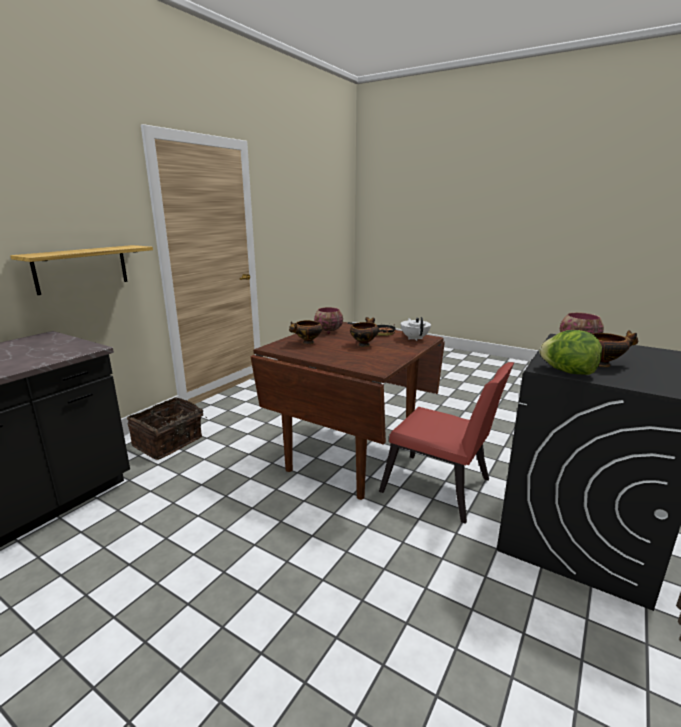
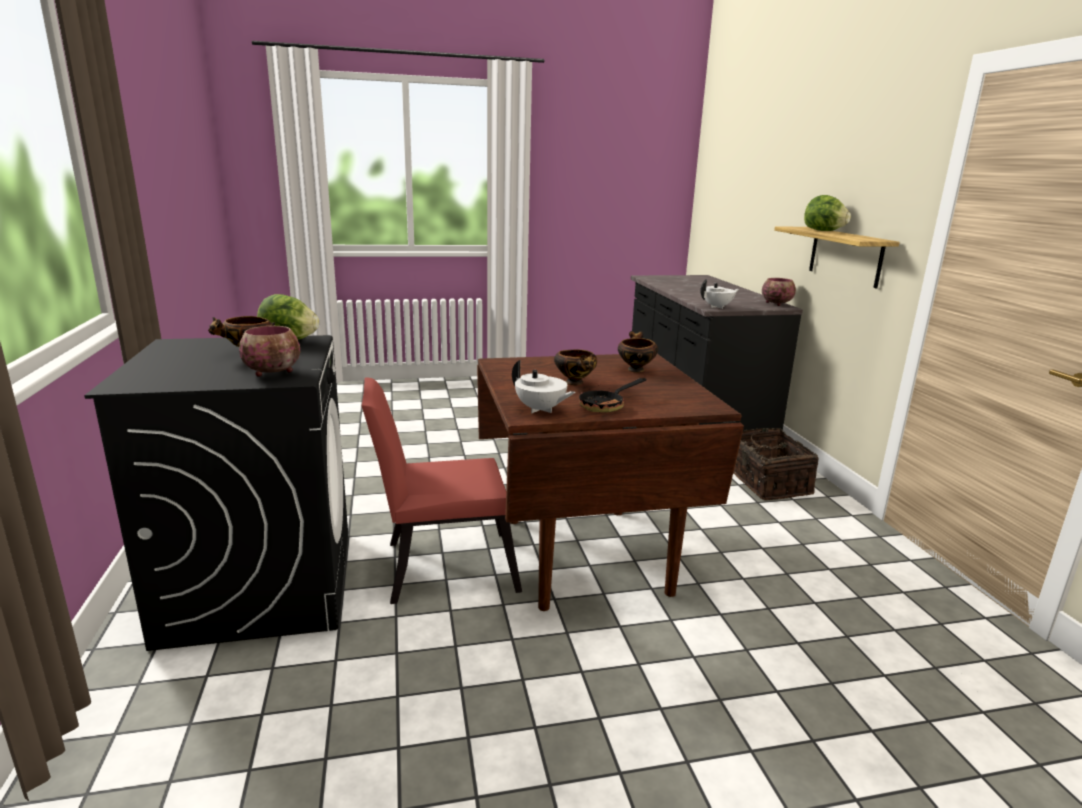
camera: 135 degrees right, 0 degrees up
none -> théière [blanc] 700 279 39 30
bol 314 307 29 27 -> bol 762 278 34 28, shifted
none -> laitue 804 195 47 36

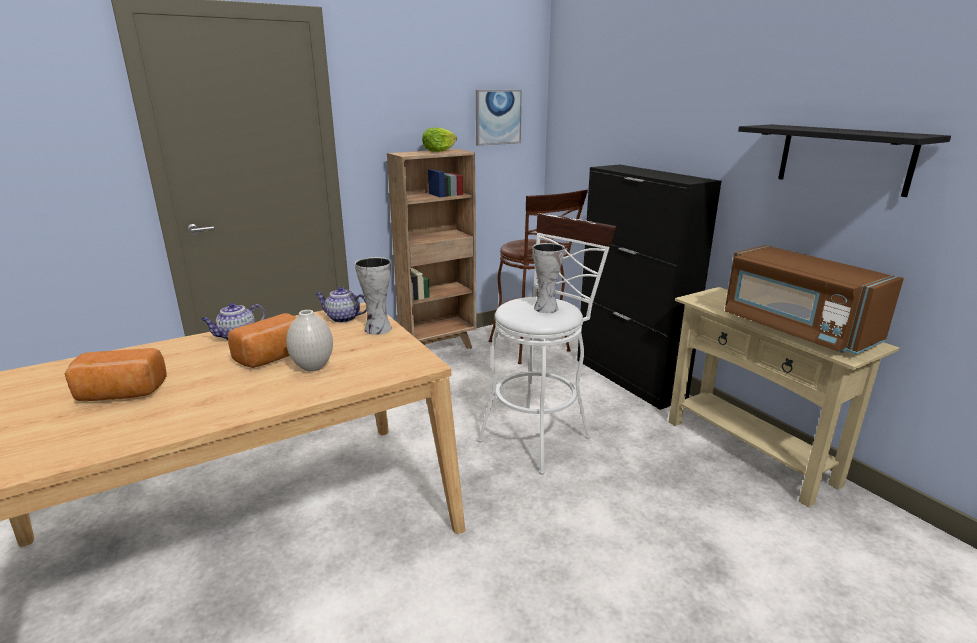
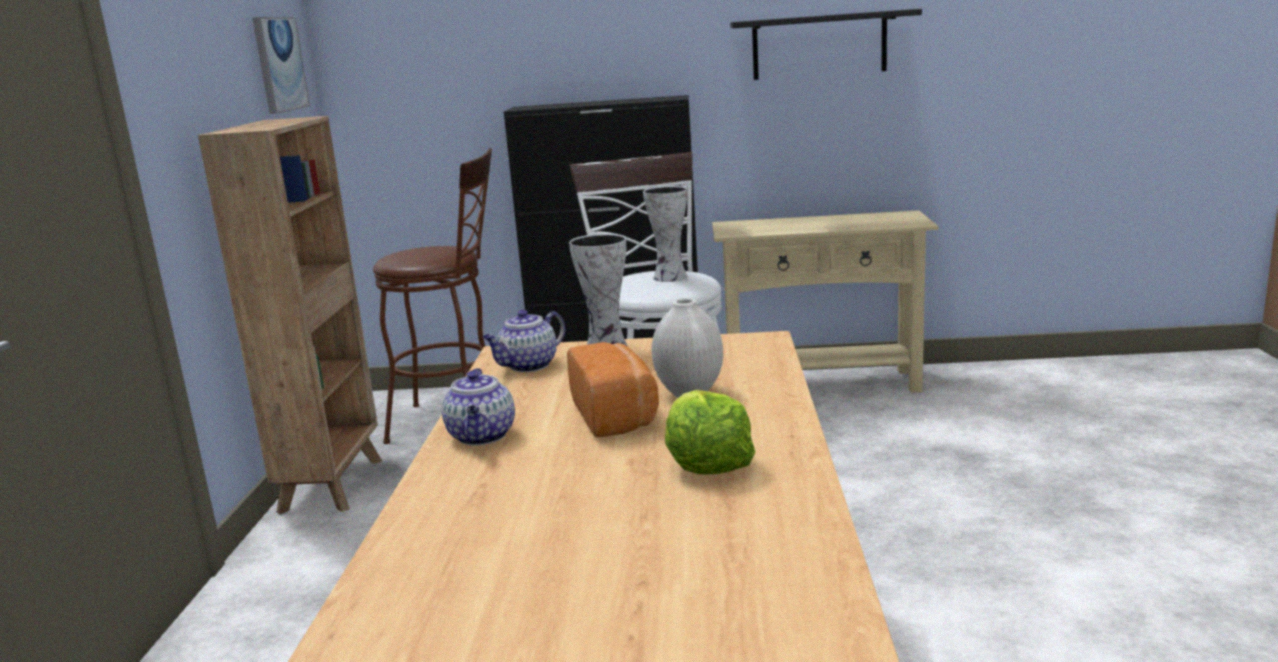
camera: 55 degrees left, 5 degrees down
laitue 422 128 35 24 -> laitue 665 390 90 85, shifted
pain 65 348 101 53 -> none
micro-ondes [marron] 725 245 179 110 -> none

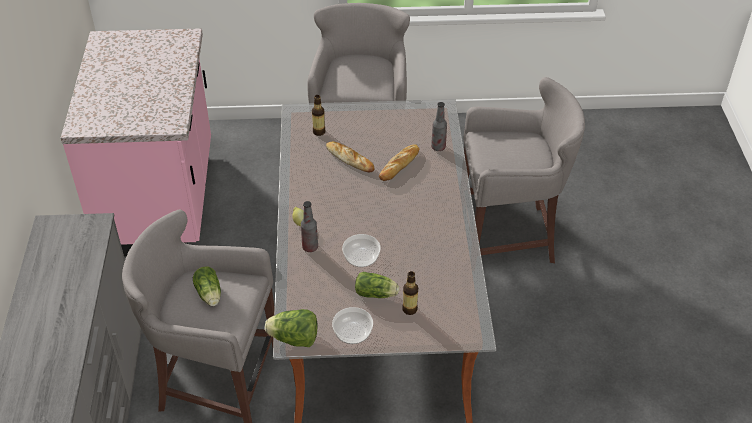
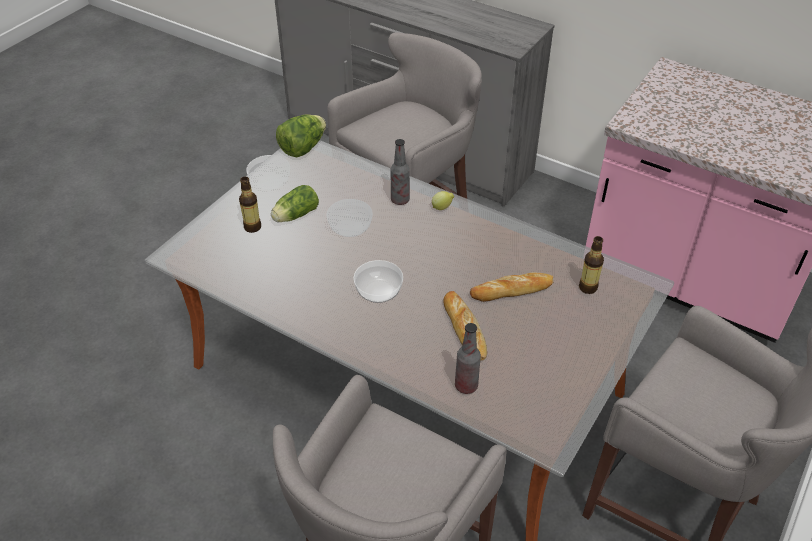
camera: 125 degrees right, 0 degrees up
none -> bol 353 260 50 43
laitue 193 267 28 39 -> none

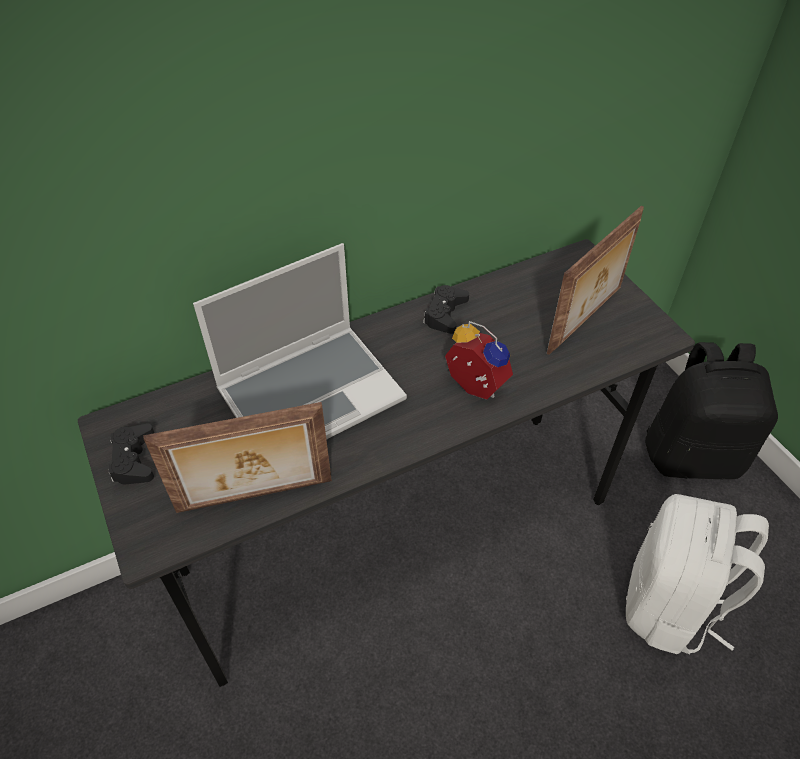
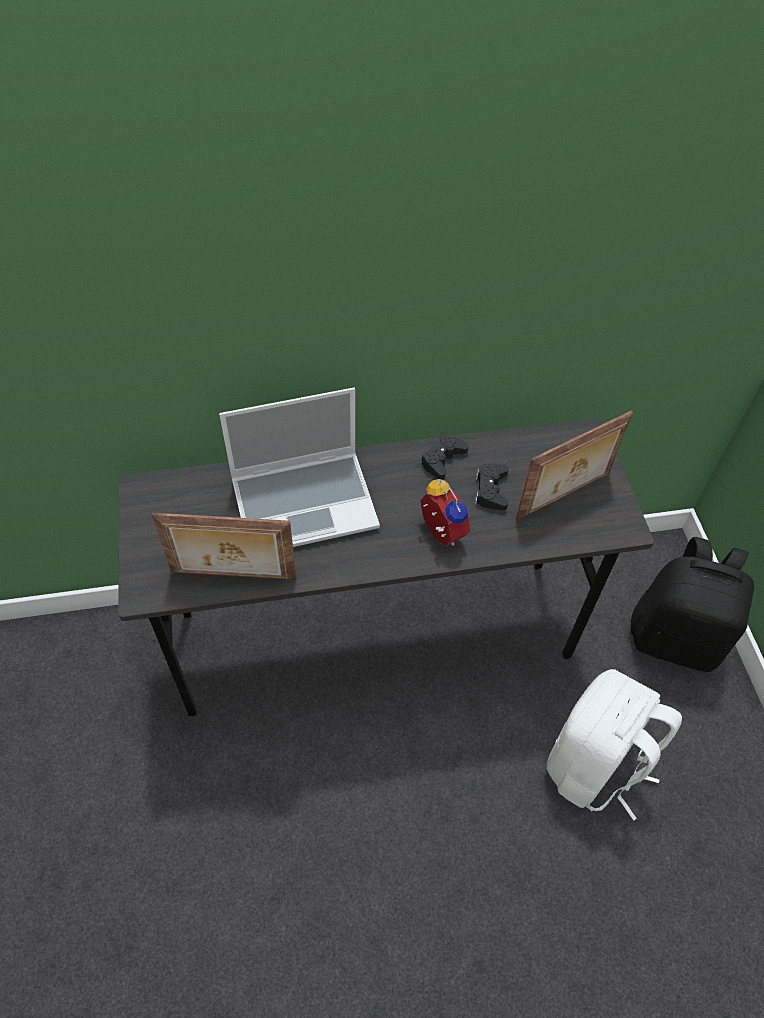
camera: 15 degrees right, 5 degrees up
manette [noir] 109 423 45 61 -> manette [noir] 475 464 34 46, shifted

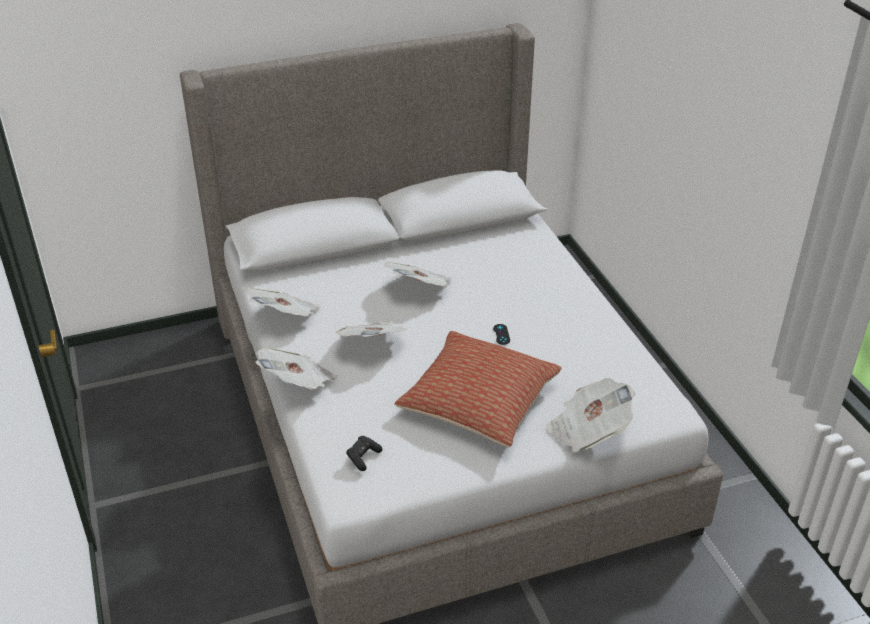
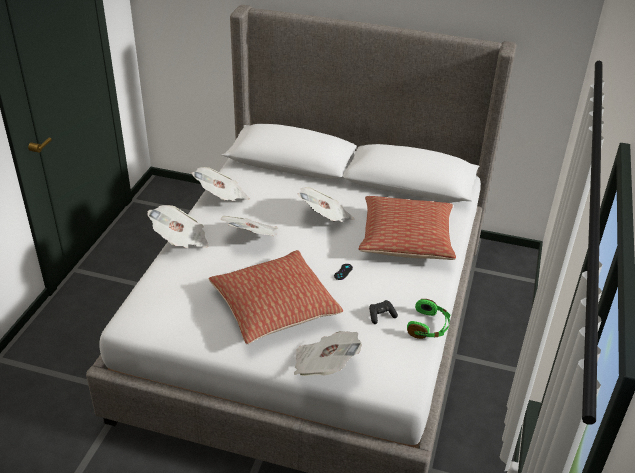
camera: 35 degrees right, 0 degrees up
none -> coussin 359 196 97 64
manette [noir] 346 436 36 35 -> manette [noir] 369 300 29 24, shifted
none -> casque audio [vert] 407 299 43 40

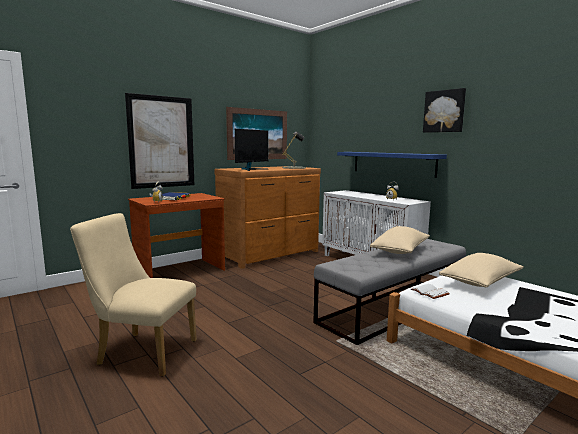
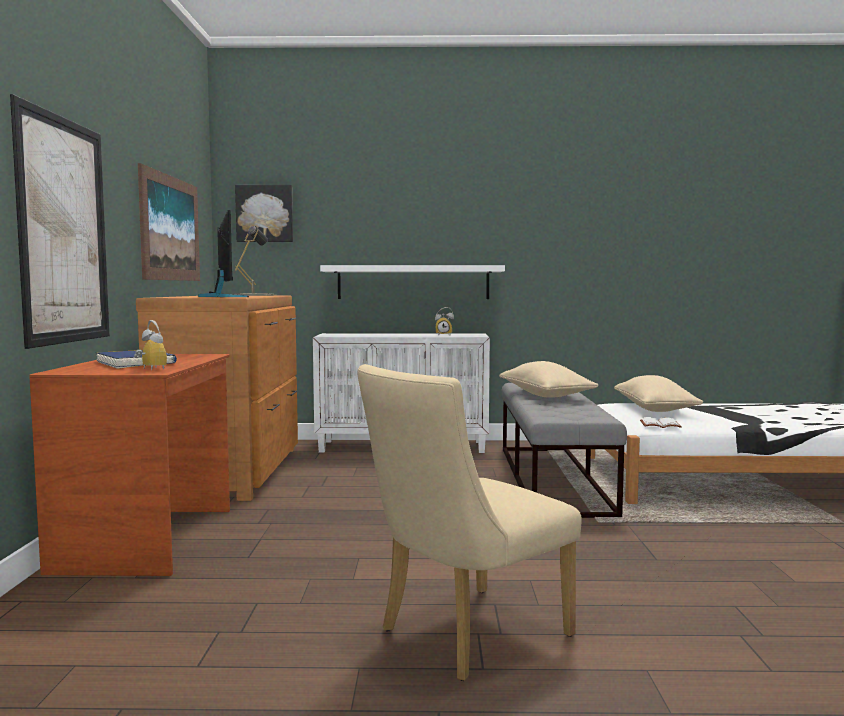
camera: 50 degrees left, 5 degrees down
tableau 423 88 43 44 -> tableau 235 185 58 57, shifted
étagère [bleu] 337 152 110 26 -> étagère [blanc] 320 265 185 34

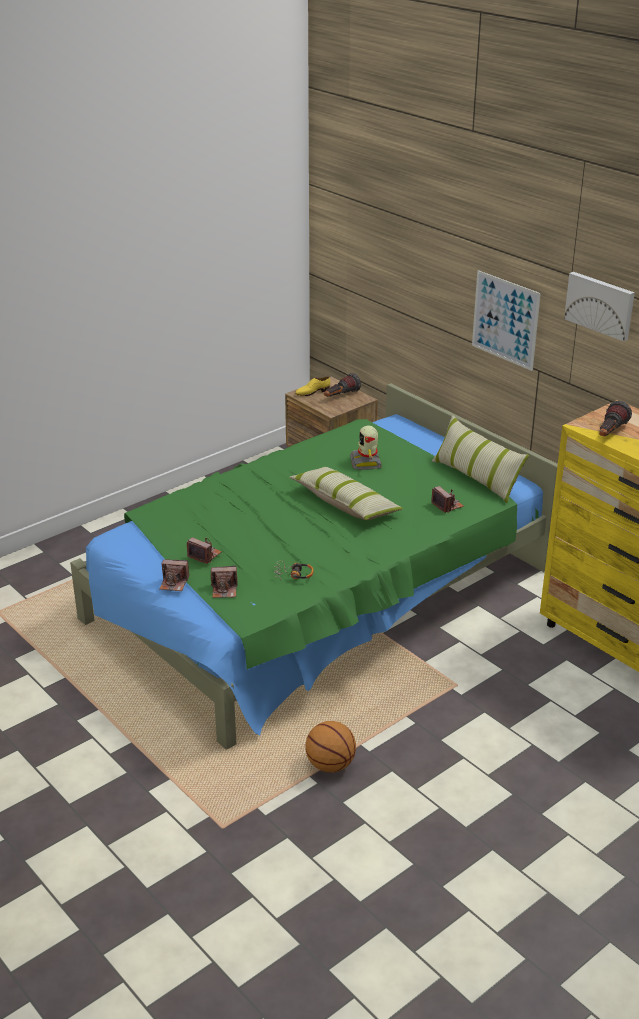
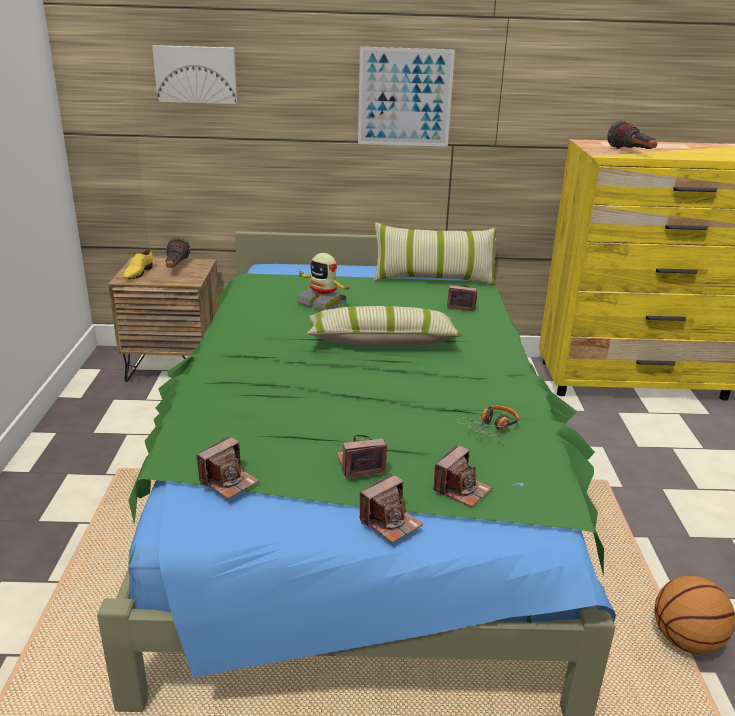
camera: 50 degrees left, 5 degrees down
tableau 564 272 71 69 -> tableau 152 45 85 59, shifted
none -> appareil photo 196 436 63 63

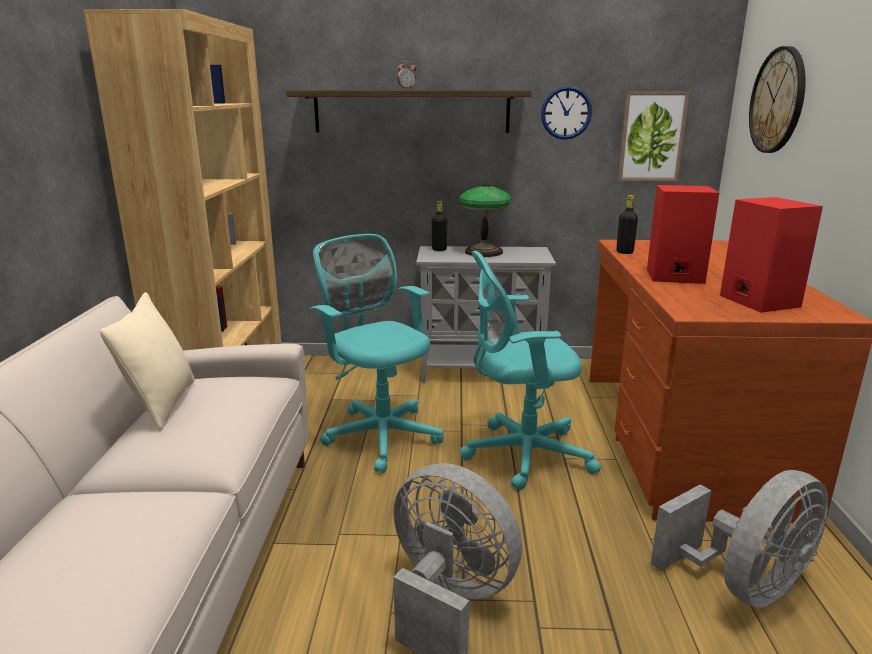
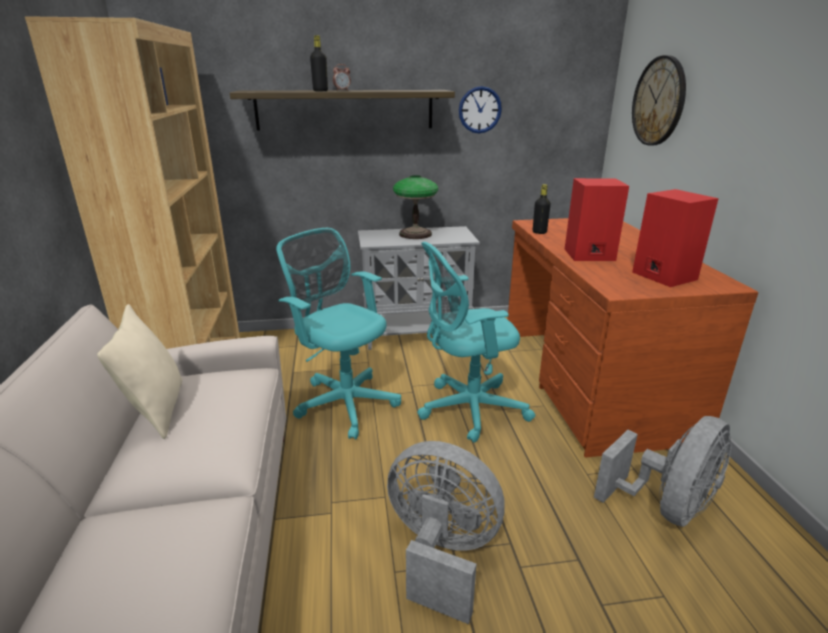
camera: 10 degrees left, 5 degrees up
bouteille [noir] 432 201 15 50 -> bouteille [noir] 310 35 18 56, shifted
tableau 618 91 71 90 -> none

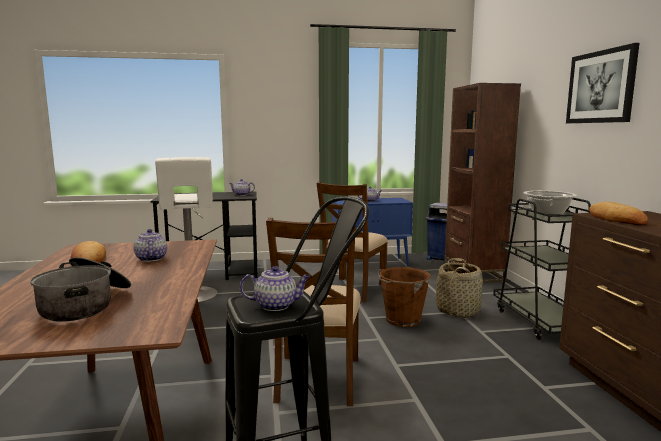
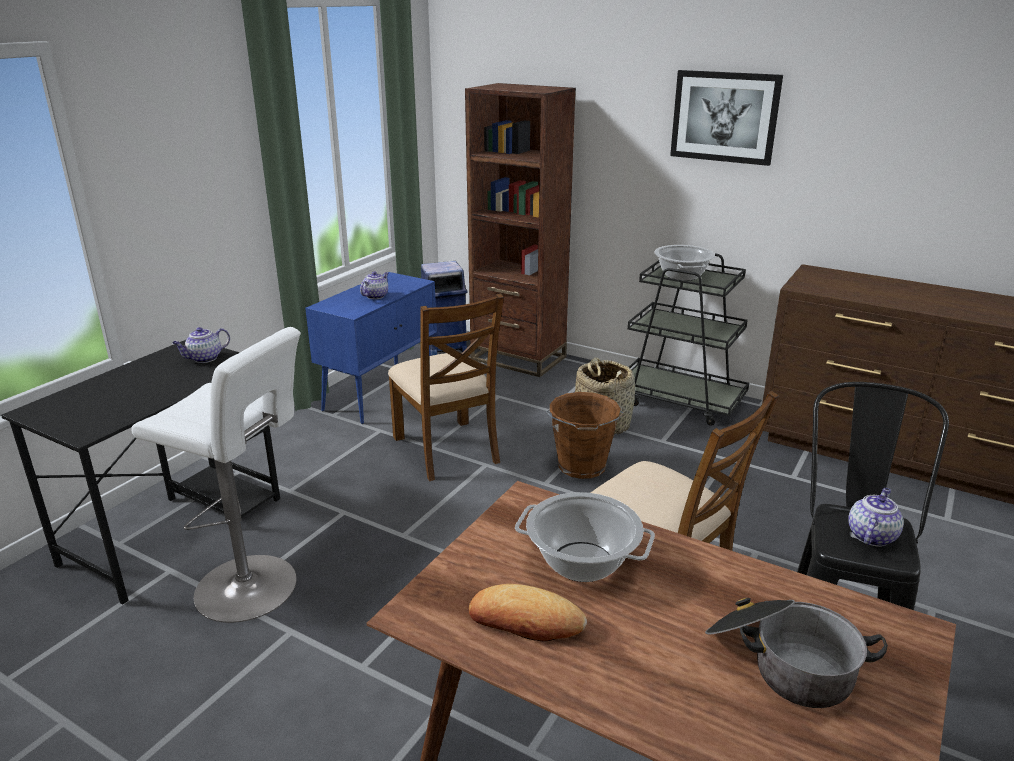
camera: 50 degrees left, 15 degrees up
théière 134 229 33 33 -> marmite 515 492 140 90
pain 589 202 59 23 -> none

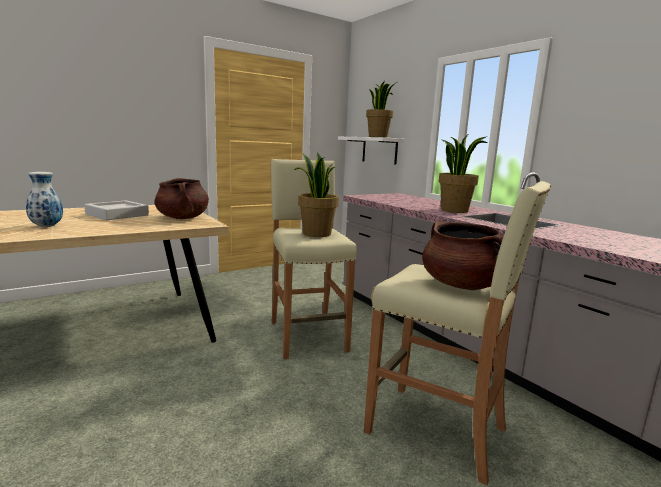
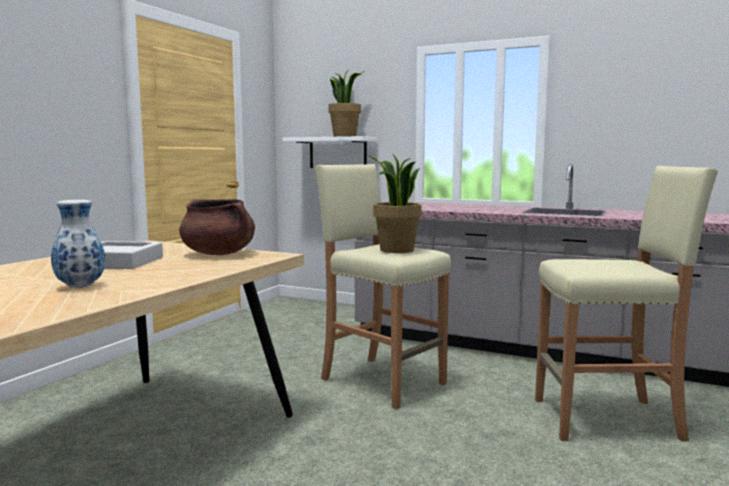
camera: 30 degrees left, 5 degrees down
marmite [marron] 422 221 82 69 -> none
plante en pot 439 135 48 78 -> none

